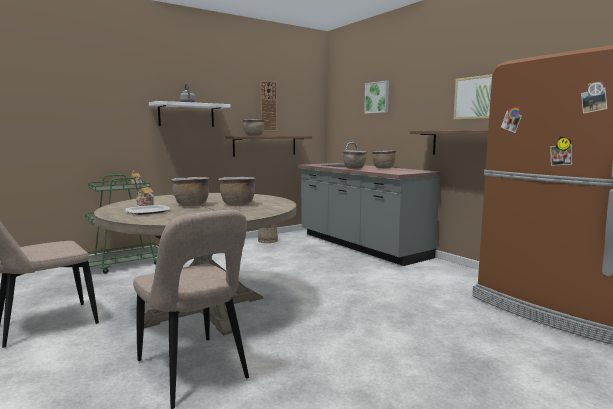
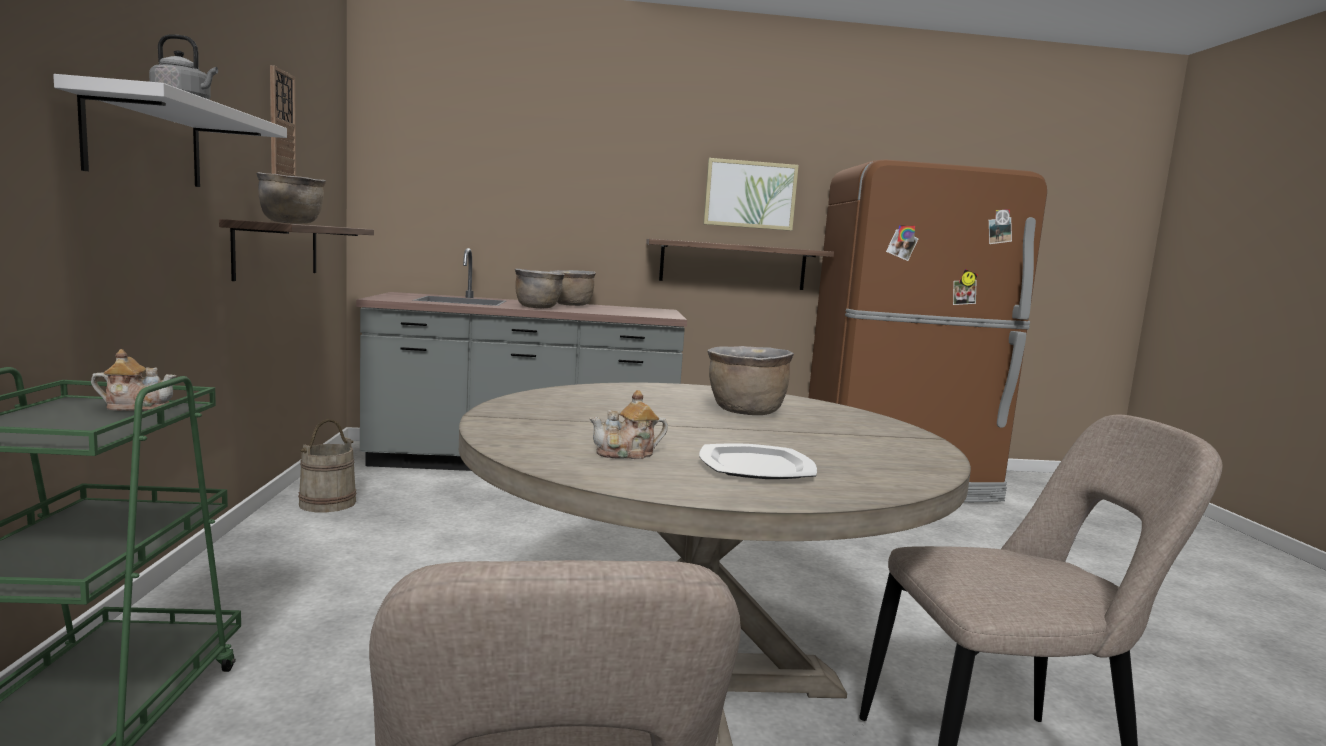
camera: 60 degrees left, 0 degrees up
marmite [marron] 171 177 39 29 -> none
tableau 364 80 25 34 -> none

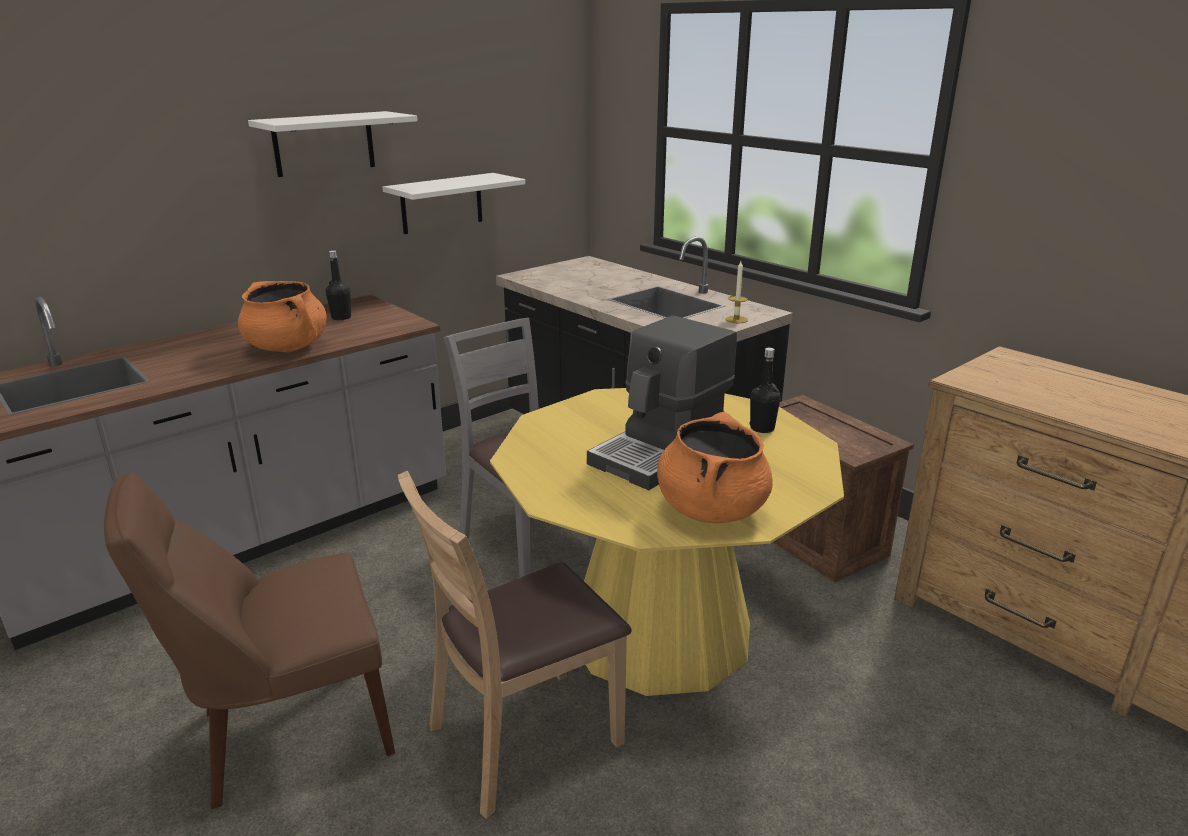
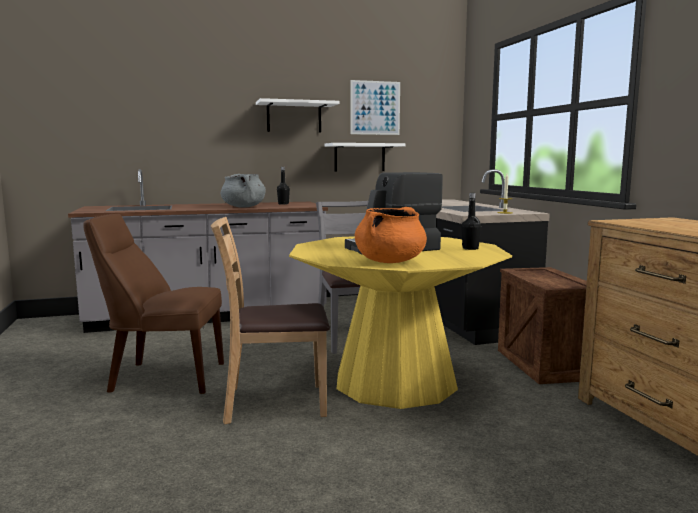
camera: 25 degrees right, 15 degrees down
marmite [orange] 238 281 89 71 -> marmite [gris] 220 174 46 34
none -> tableau 351 80 49 55

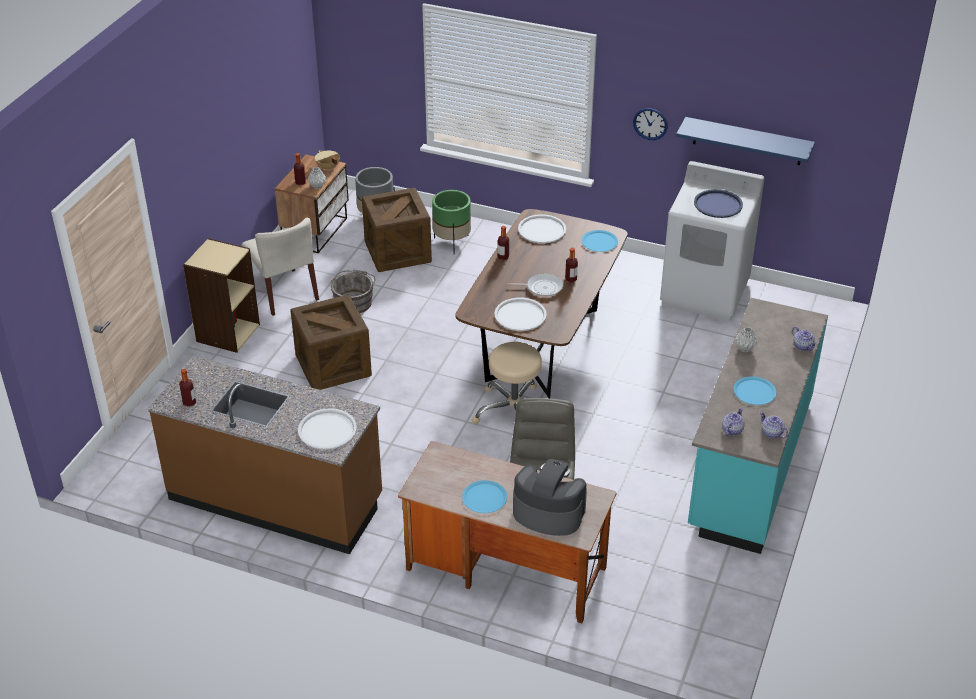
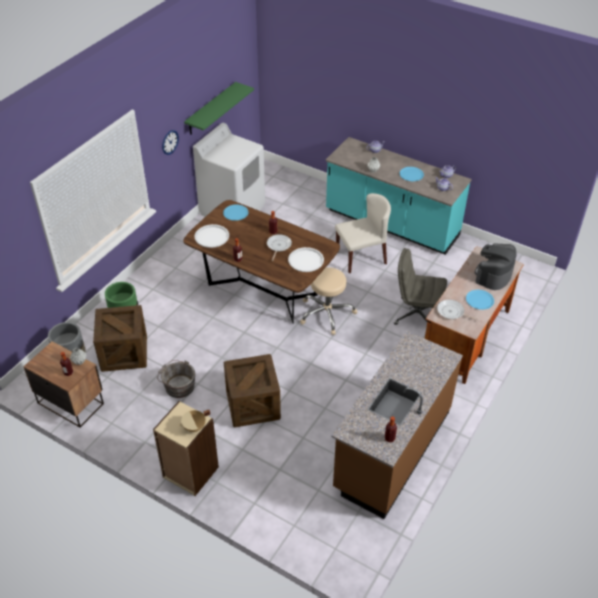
camera: 80 degrees left, 5 degrees up
marmite [beige] 315 150 25 20 -> marmite [beige] 179 410 31 22, shifted
étagère [bleu] 676 117 139 48 -> étagère [vert] 184 82 70 53
chaise [beige] 242 218 77 98 -> chaise [beige] 335 193 56 80, shifted
none -> poêle 437 300 41 21
plateau [blanc] 298 408 59 42 -> none
plateau [bleu] 694 189 49 29 -> none

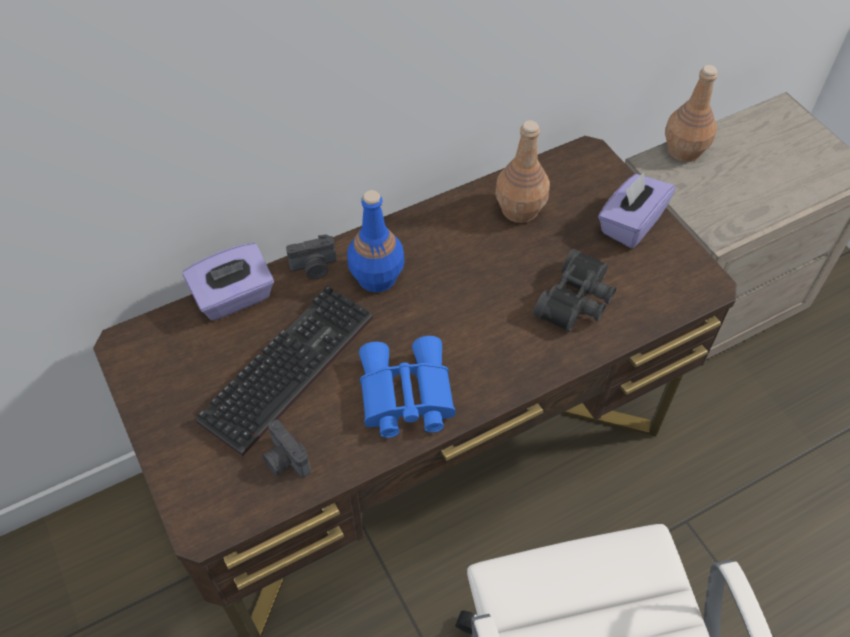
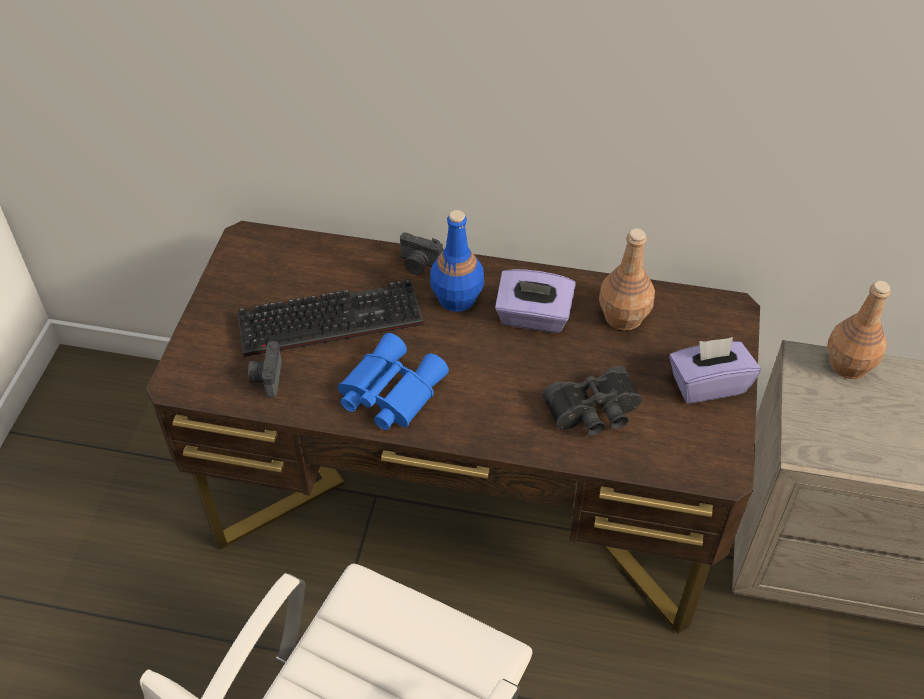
camera: 40 degrees right, 5 degrees down
boîte à mouchoirs [violet] 182 243 92 78 -> boîte à mouchoirs [violet] 495 269 81 64, shifted

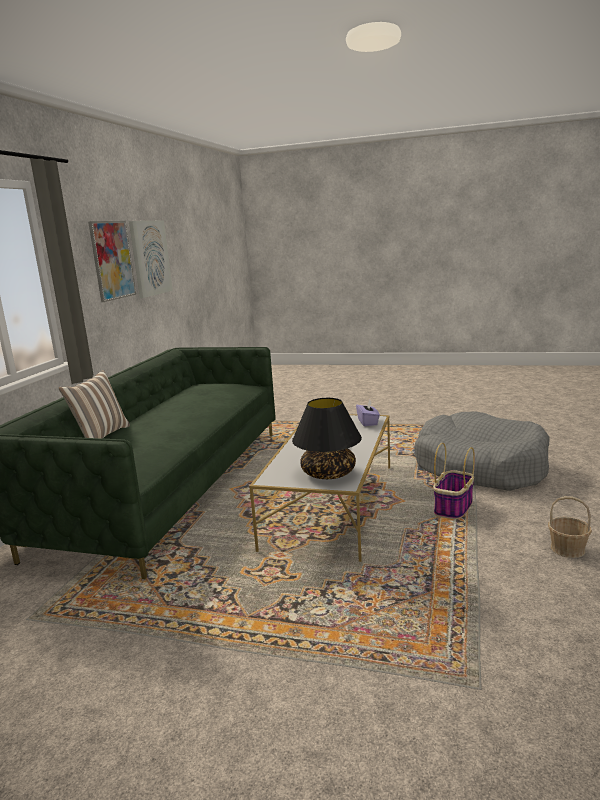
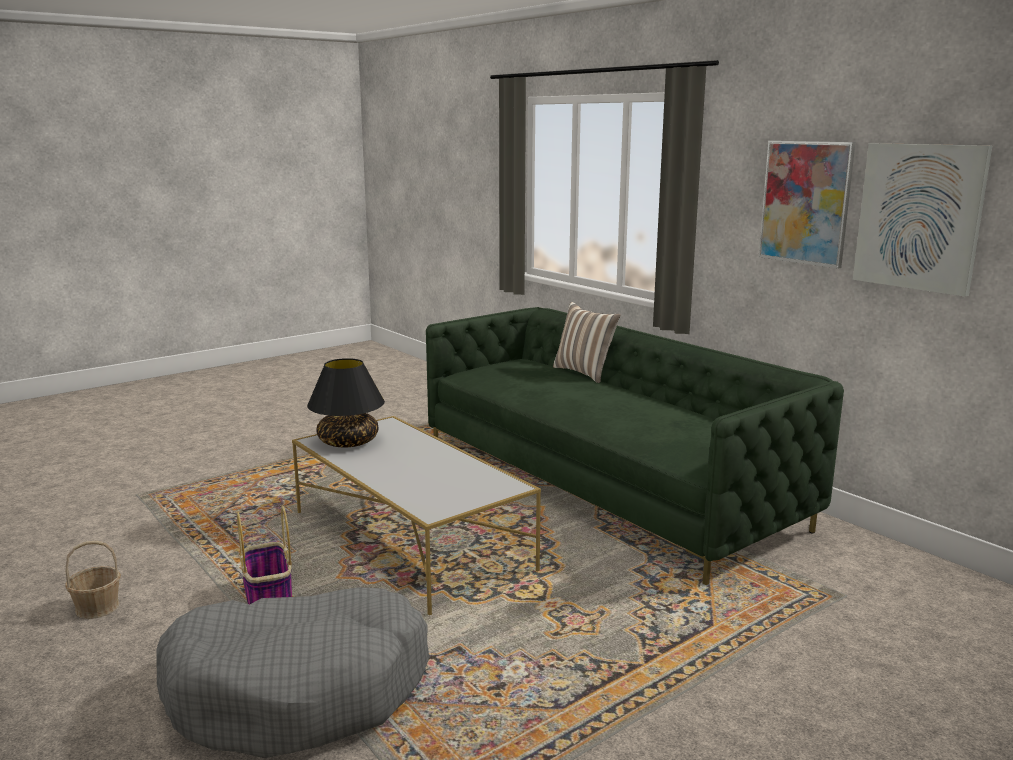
camera: 125 degrees right, 0 degrees up
boîte à mouchoirs [violet] 356 399 24 27 -> none

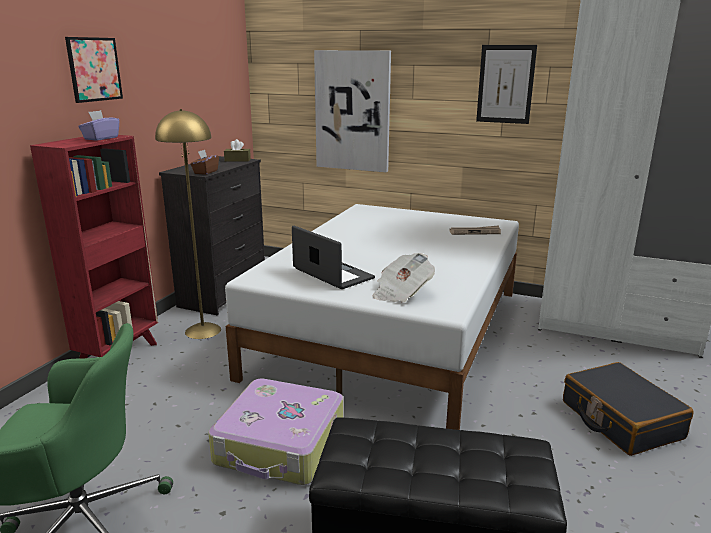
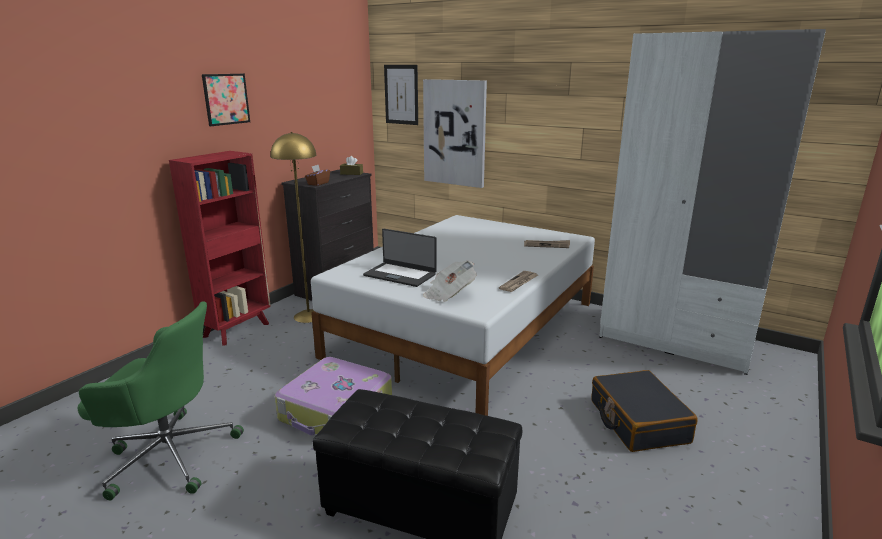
camera: 10 degrees right, 0 degrees up
ordinateur portable 292 226 83 63 -> ordinateur portable 363 229 74 58, 150 degrees clockwise
tableau 476 45 61 79 -> tableau 384 65 34 60, shifted
none -> journal 499 271 39 21
boîte à mouchoirs [violet] 78 110 41 30 -> none

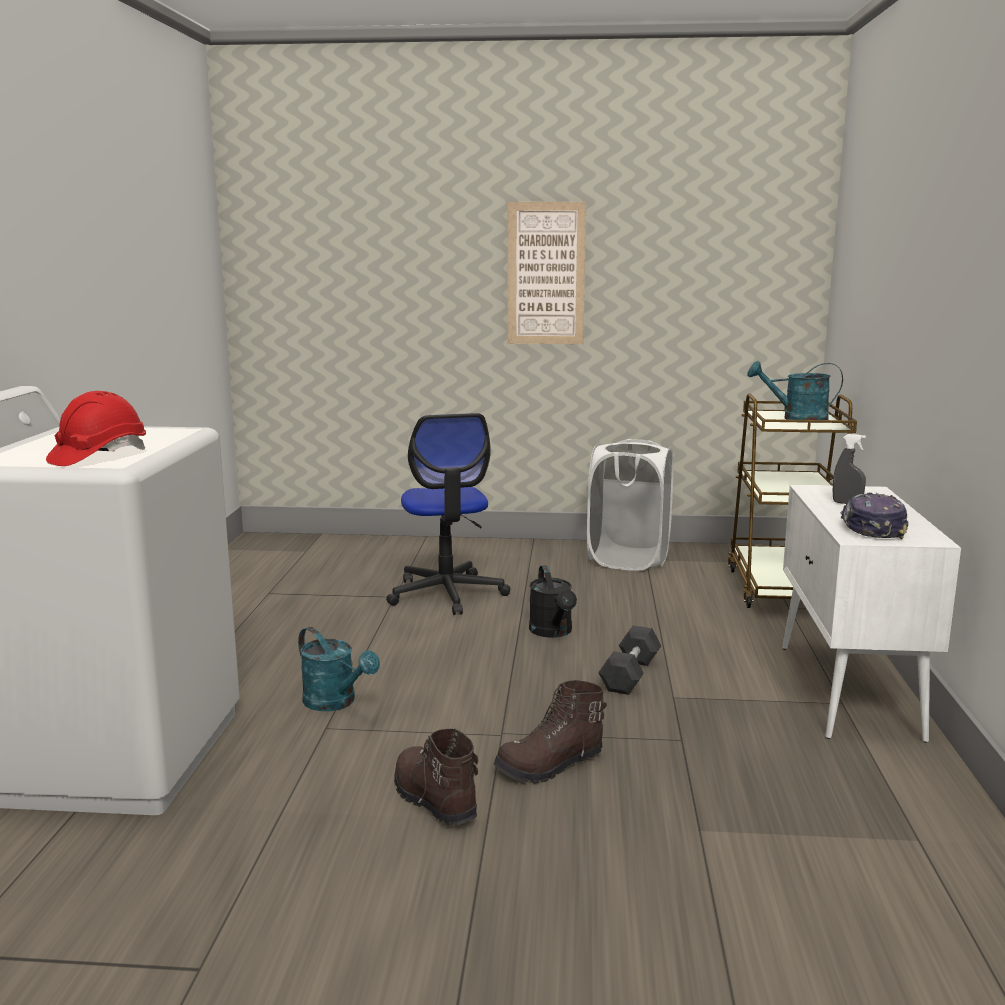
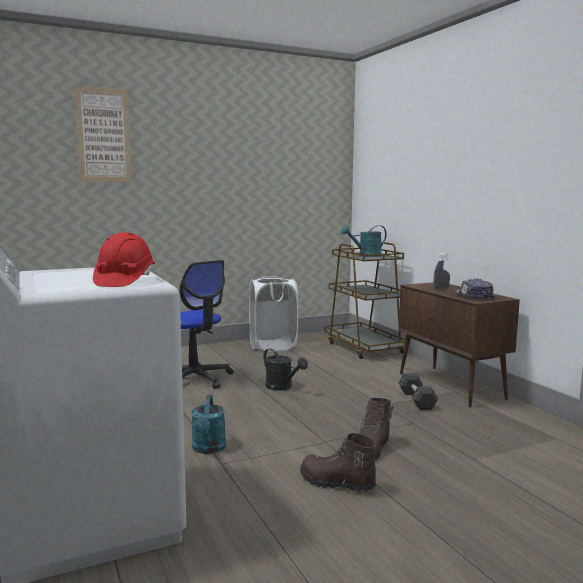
camera: 30 degrees left, 5 degrees down
tableau 508 202 78 142 -> tableau 74 85 58 97, shifted
arrosoir [turquoise] 298 627 82 84 -> arrosoir [turquoise] 191 395 35 59, 75 degrees clockwise
meuble de rangement [blanc] 782 485 179 258 -> meuble de rangement [marron] 398 282 122 126
haltère [noir] 598 625 63 70 -> haltère [noir] 398 373 40 37, shifted

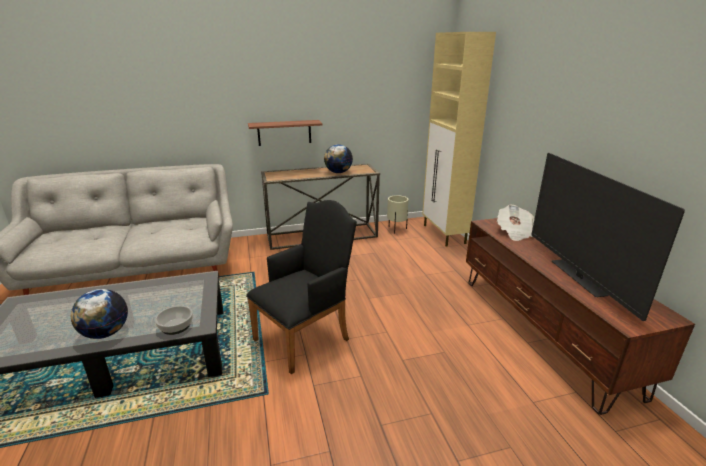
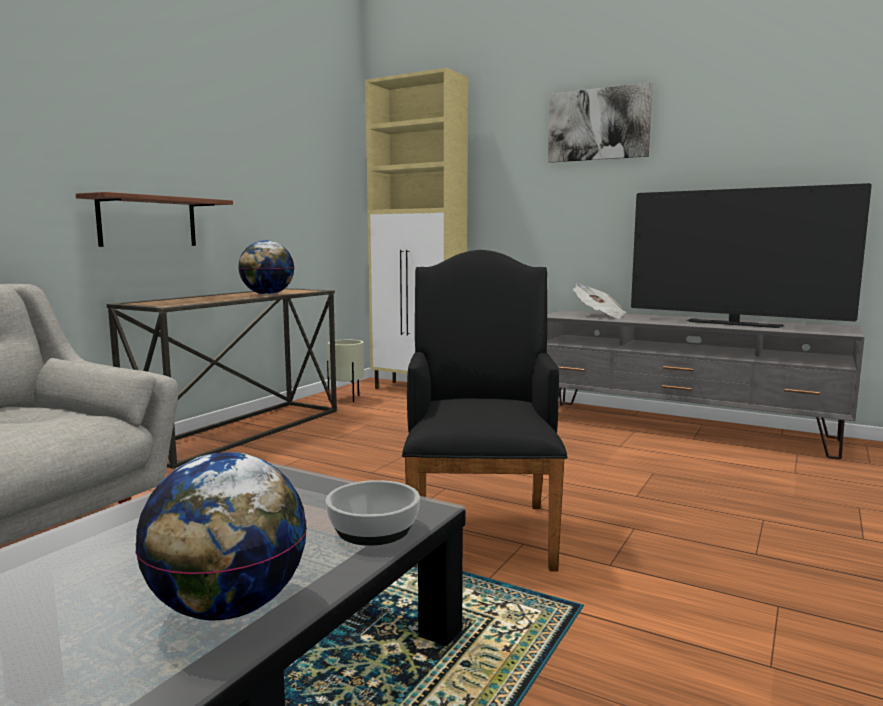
camera: 45 degrees left, 15 degrees down
meuble télé [marron] 466 218 229 197 -> meuble télé [gris] 547 310 318 149
none -> tableau 548 82 105 81

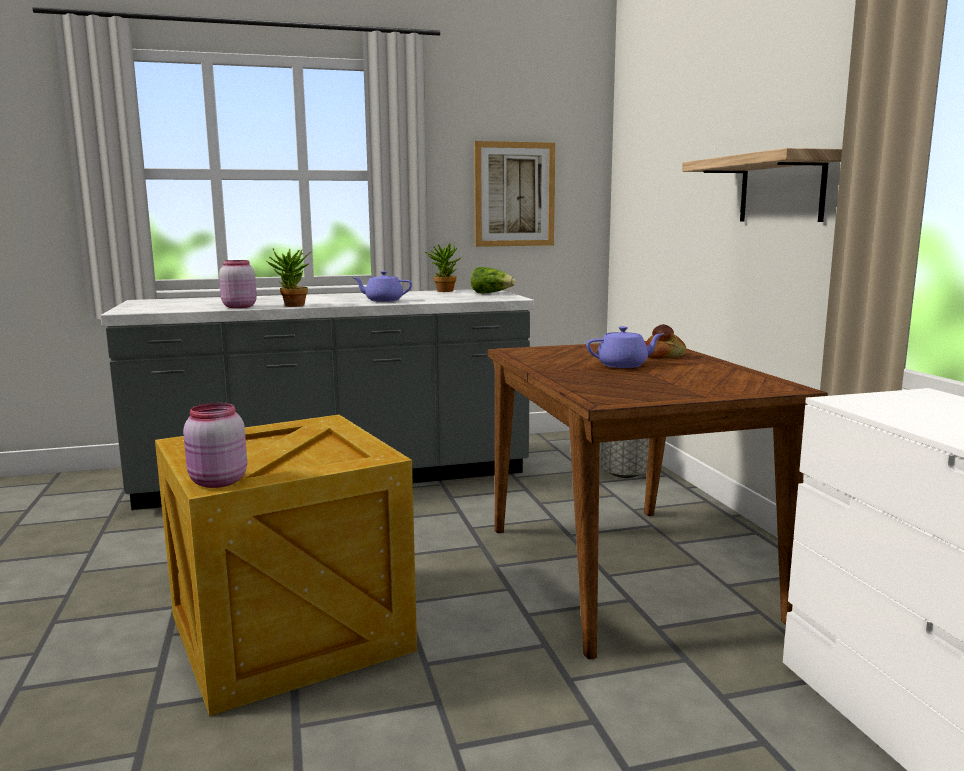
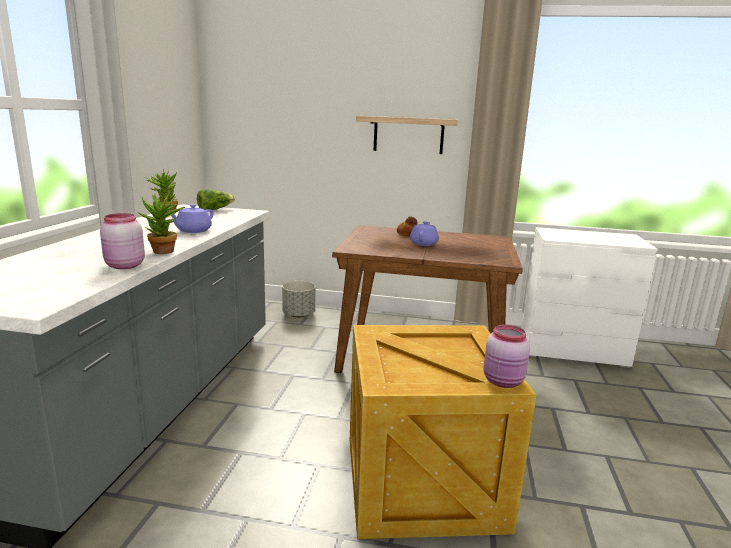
camera: 65 degrees left, 5 degrees up
tableau 474 141 81 106 -> none

